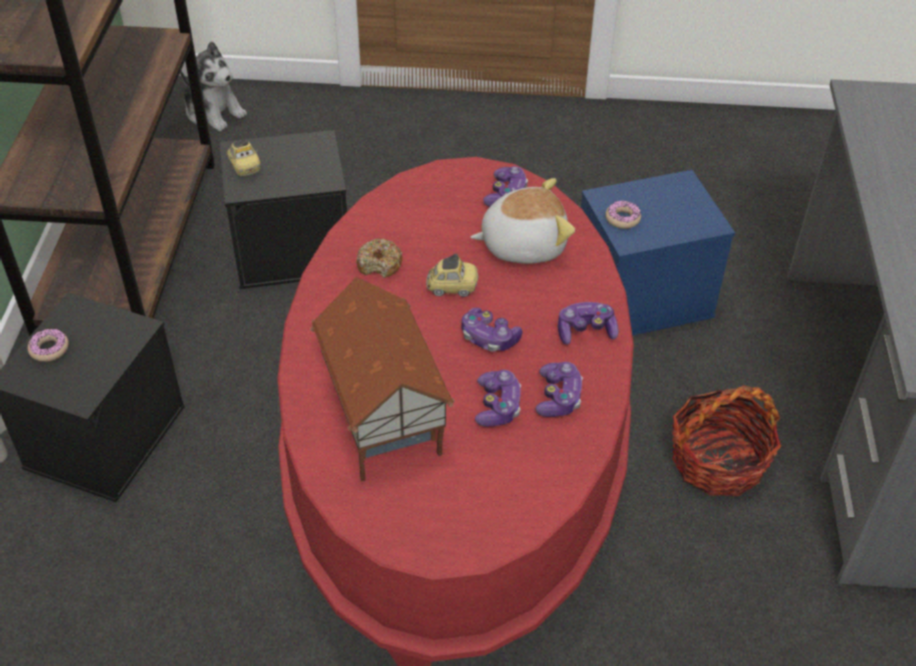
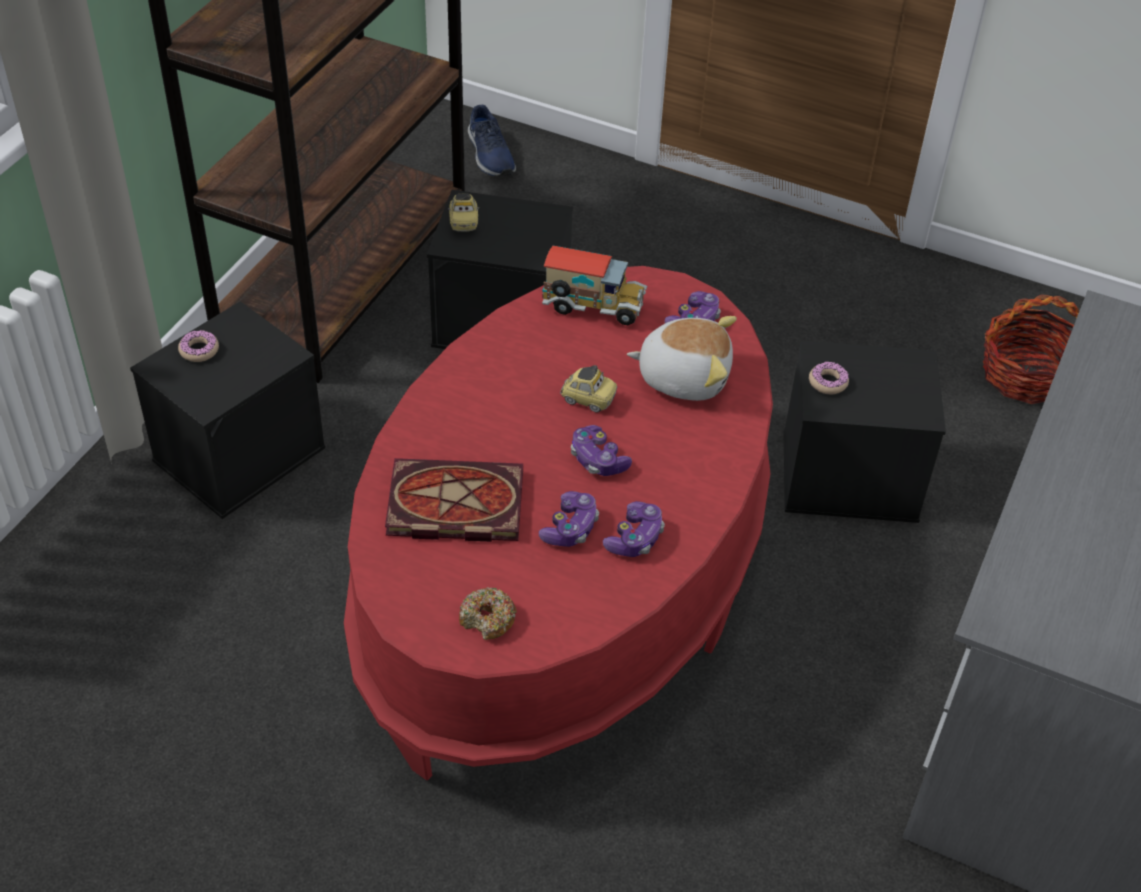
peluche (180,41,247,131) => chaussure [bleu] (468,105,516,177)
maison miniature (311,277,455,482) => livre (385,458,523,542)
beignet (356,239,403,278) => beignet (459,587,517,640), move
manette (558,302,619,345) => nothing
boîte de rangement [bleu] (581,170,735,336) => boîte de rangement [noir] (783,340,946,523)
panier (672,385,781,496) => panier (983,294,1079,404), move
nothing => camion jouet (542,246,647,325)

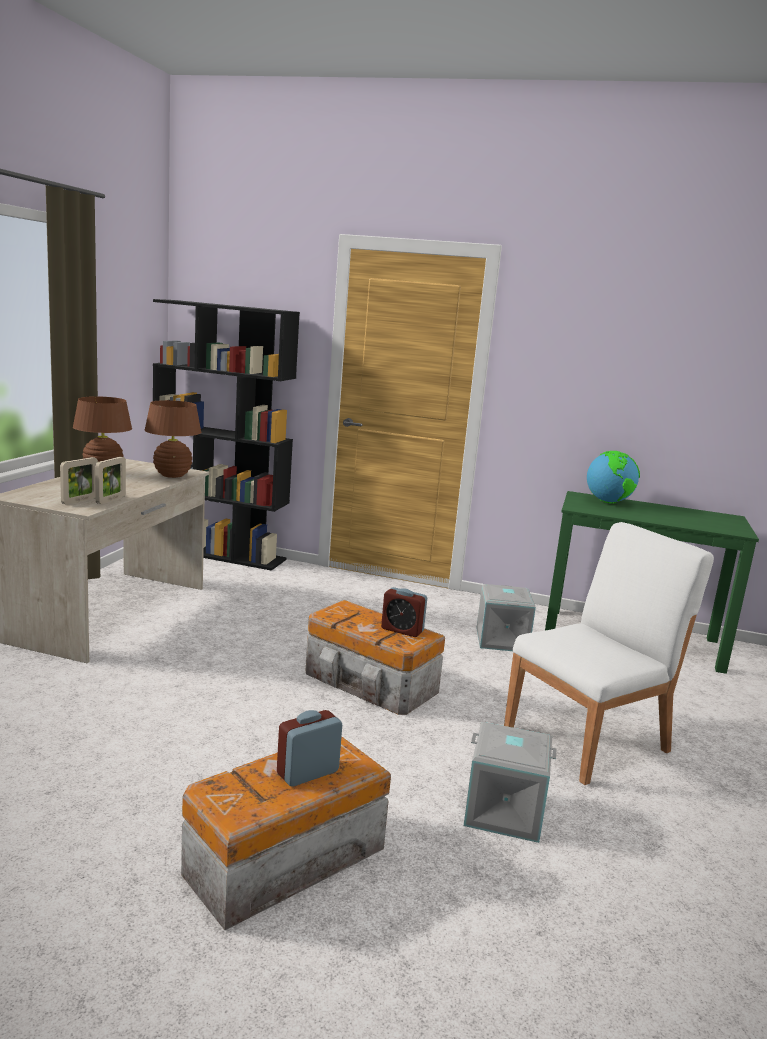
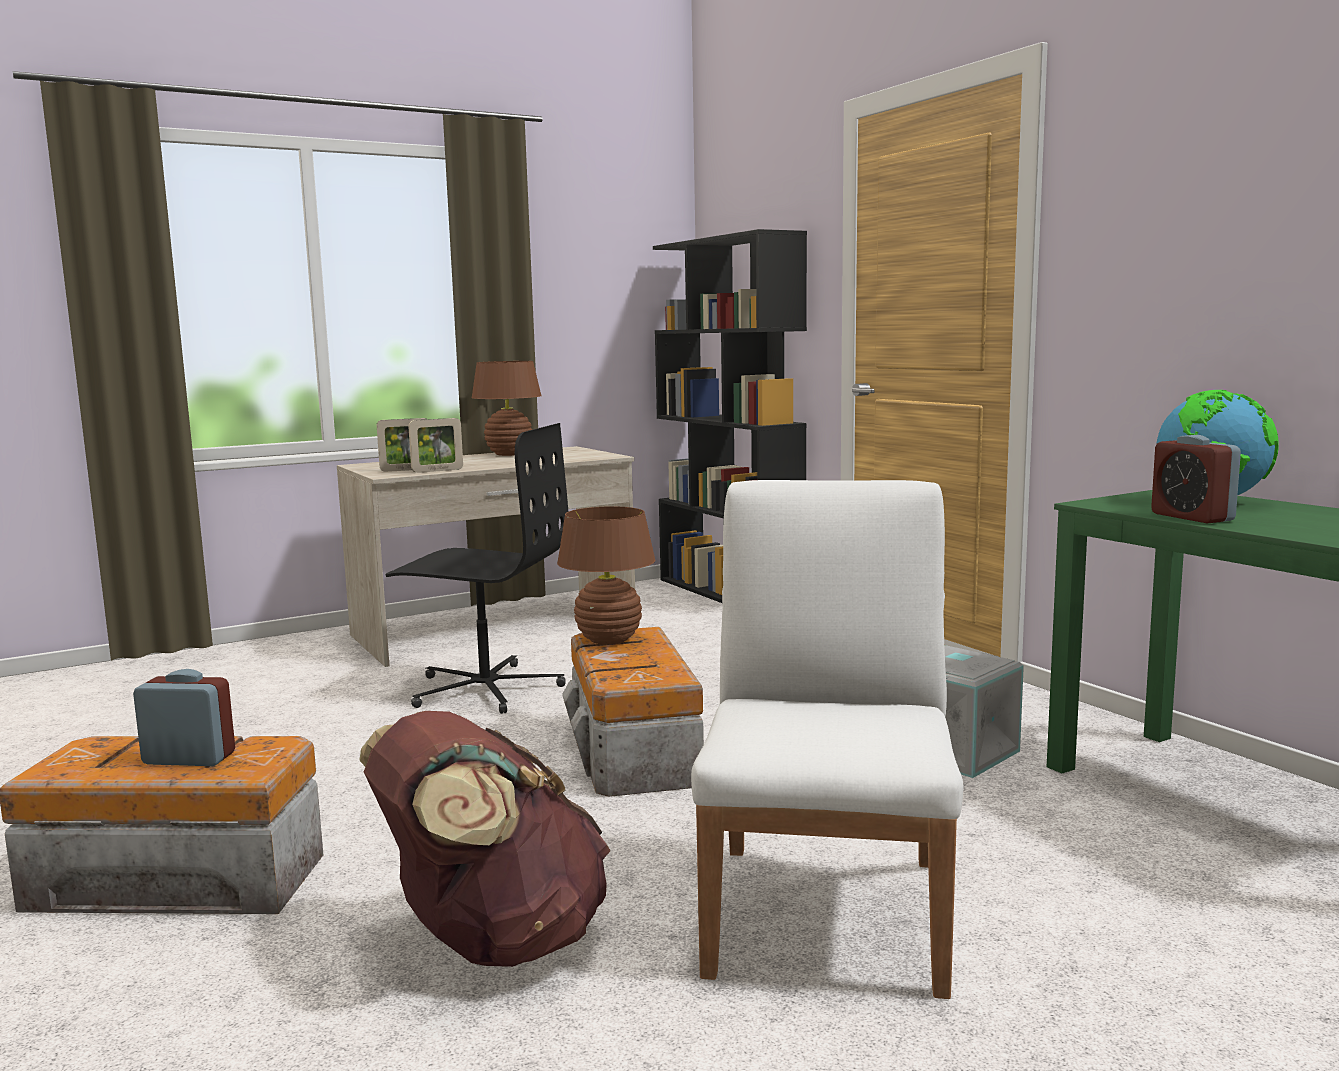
lampe de table [marron] (145,400,201,478) => lampe de table [marron] (557,507,655,645), move
réveil (381,587,427,637) => réveil (1151,435,1241,524), move
boîte de rangement [gris] (464,722,557,843) => sac à dos [marron] (359,711,611,967)
chaise [blanc] (504,522,714,785) => chaise [blanc] (691,480,963,999), 90 degrees counterclockwise
nothing => chaise de bureau [noir] (385,423,568,714)

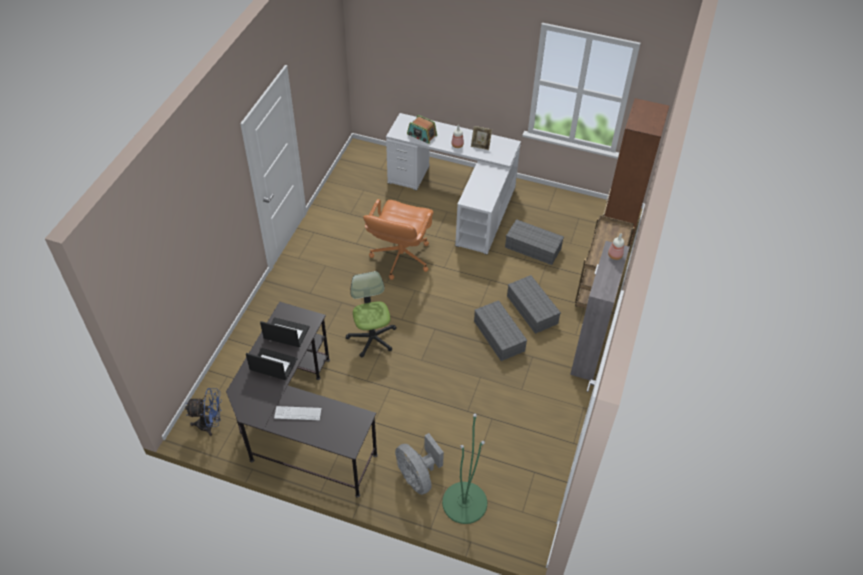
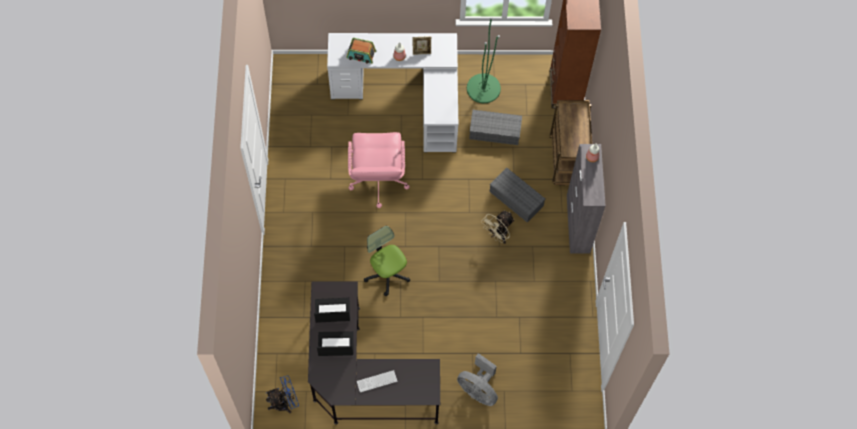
chaise de bureau [orange] (363,199,433,280) => chaise de bureau [rose] (348,132,409,208)
lampadaire [vert] (442,414,487,524) => lampadaire [vert] (467,17,501,103), move
boîte de rangement [gris] (474,300,527,361) => ventilateur [beige] (481,211,515,244)

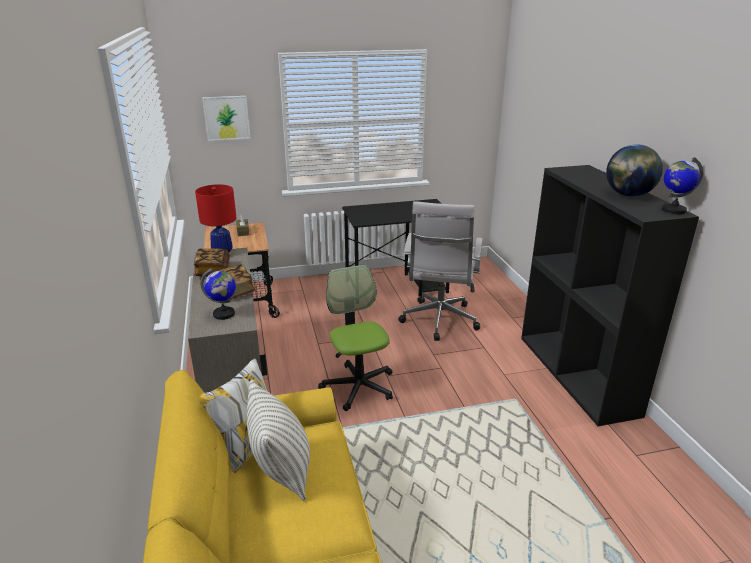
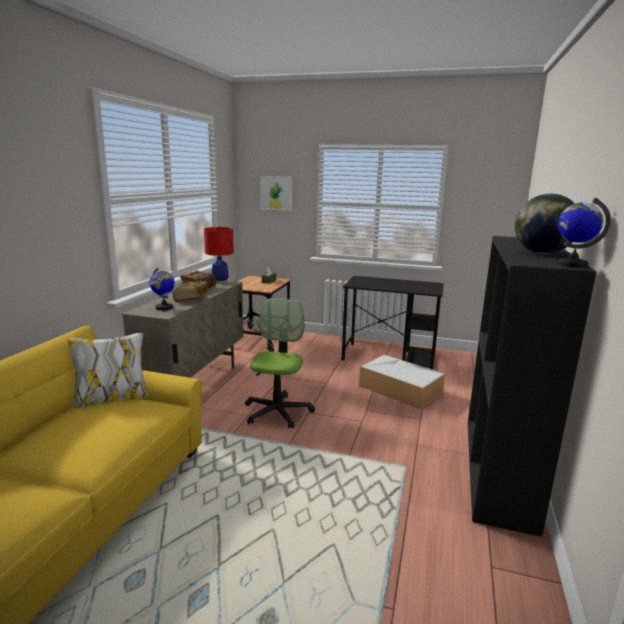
coussin (247,380,310,501) => nothing
chaise de bureau [blanc] (398,201,483,341) => boîte de rangement (359,355,445,410)

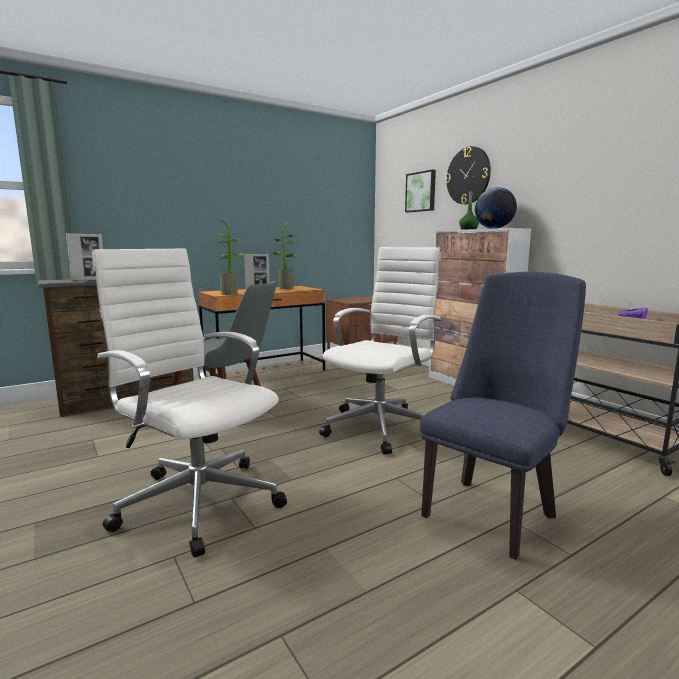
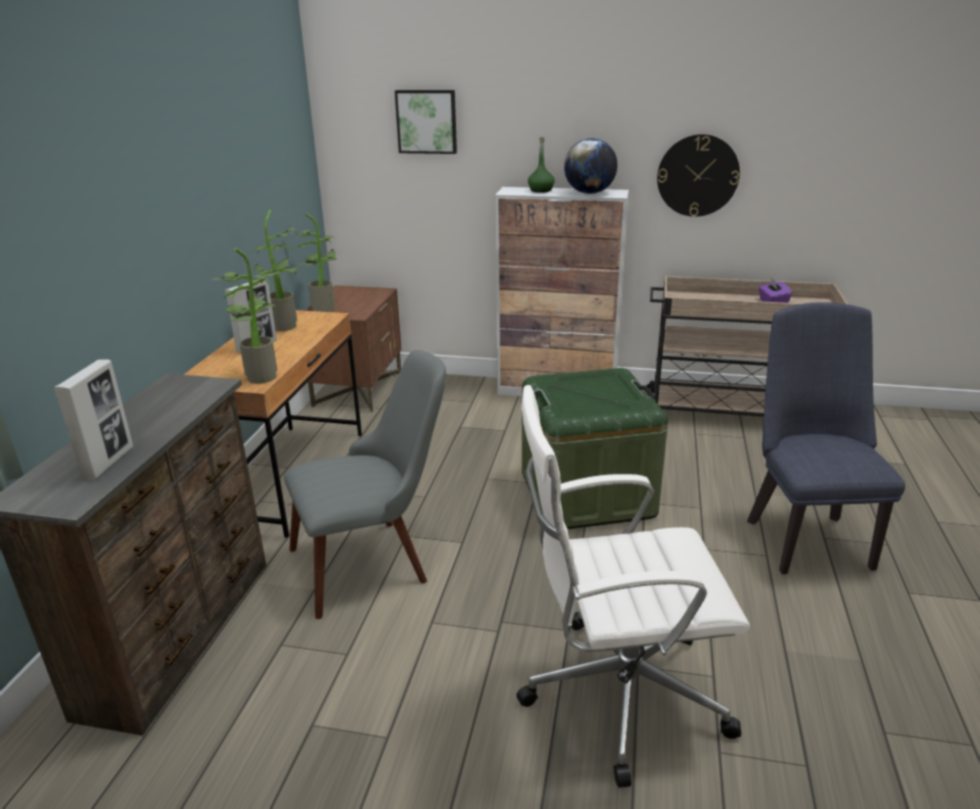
chaise de bureau [blanc] (319,247,441,455) => boîte de rangement [vert] (522,368,668,529)
horloge murale (446,146,491,204) => horloge murale (657,134,740,217), move
nothing => plante en pot (288,213,336,312)

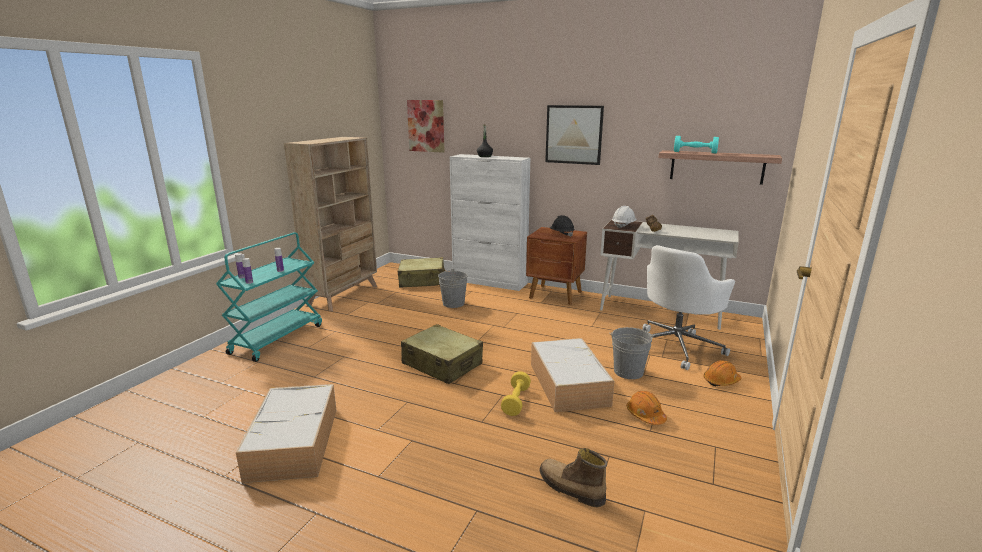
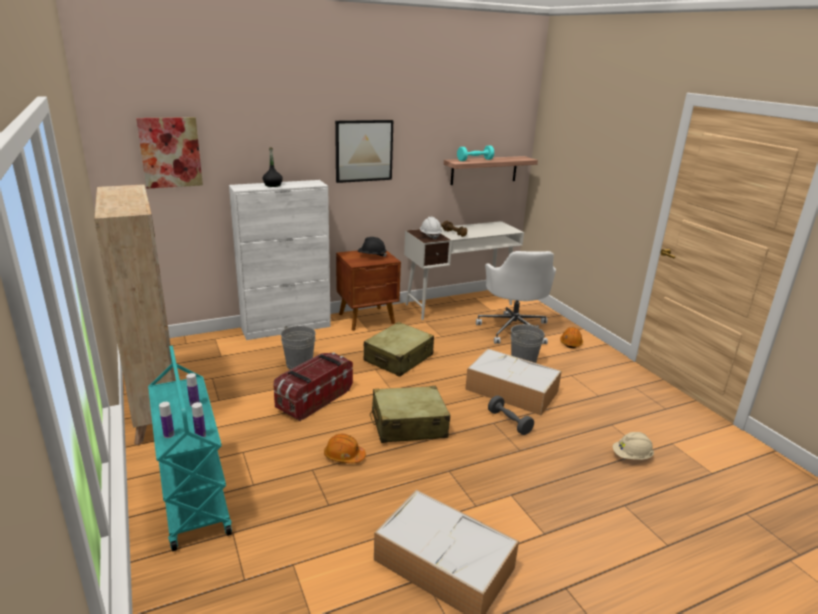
valise [beige] (398,257,445,288) => valise [beige] (363,322,434,377), move
haltère [jaune] (501,371,531,416) => haltère [gris] (488,395,534,435)
botte (539,448,607,507) => casque de chantier [beige] (613,432,654,460)
casque de chantier [orange] (627,391,667,425) => casque de chantier [orange] (324,434,366,463), move
nothing => boîte de rangement (274,352,353,421)

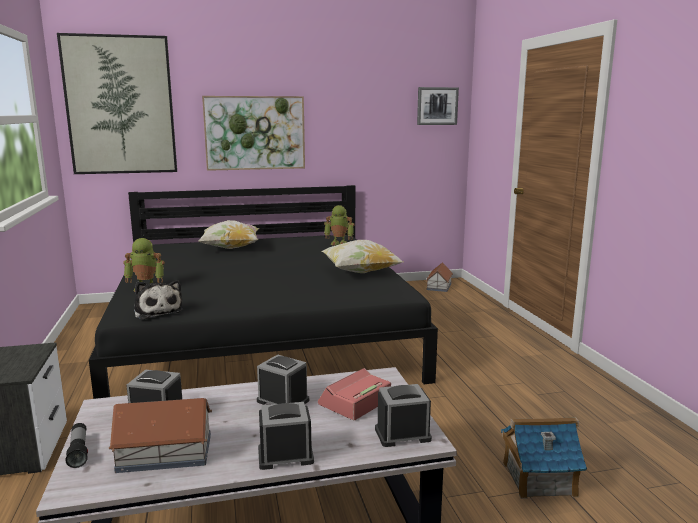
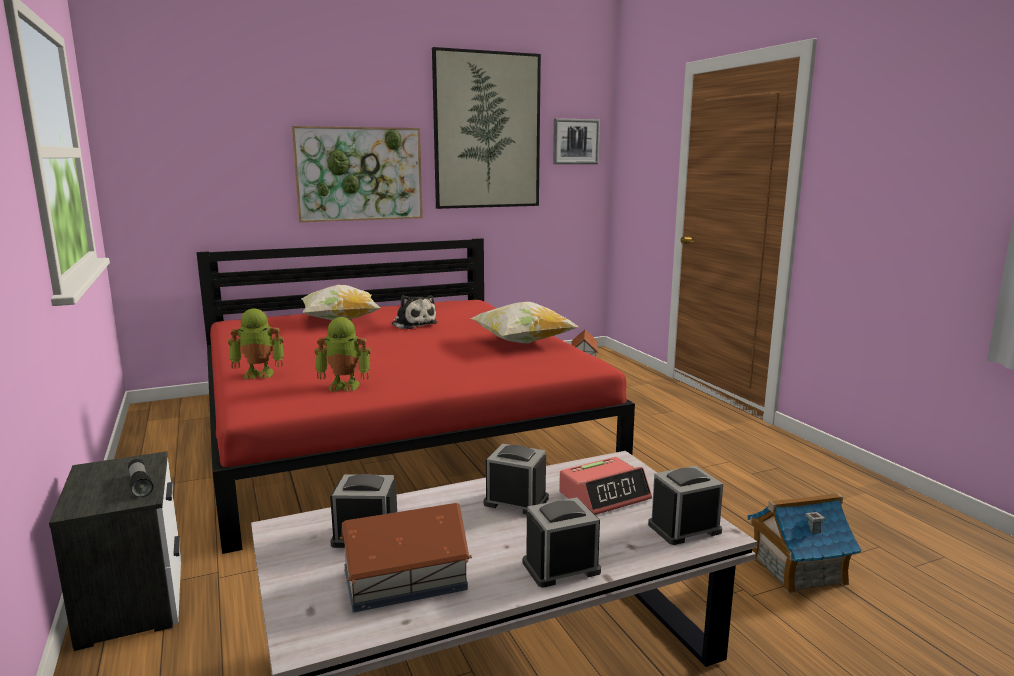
tableau (57,33,177,174) => tableau (432,47,541,209), move
lampe de poche (65,423,88,468) => lampe de poche (128,459,153,498), move
lit [noir] (89,185,438,399) => lit [rouge] (196,238,635,554)
peluche (134,280,183,319) => peluche (392,295,437,329), move
réveil (318,368,391,420) => réveil (559,457,652,515), 150 degrees counterclockwise
robot jouet (324,205,354,246) => robot jouet (315,317,371,392), move

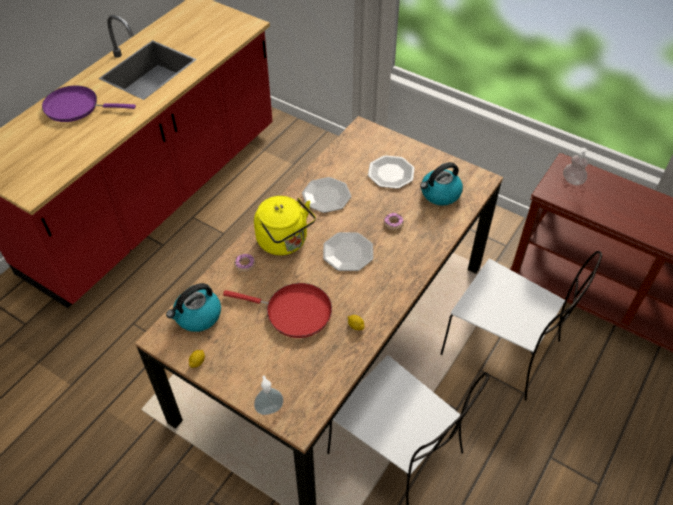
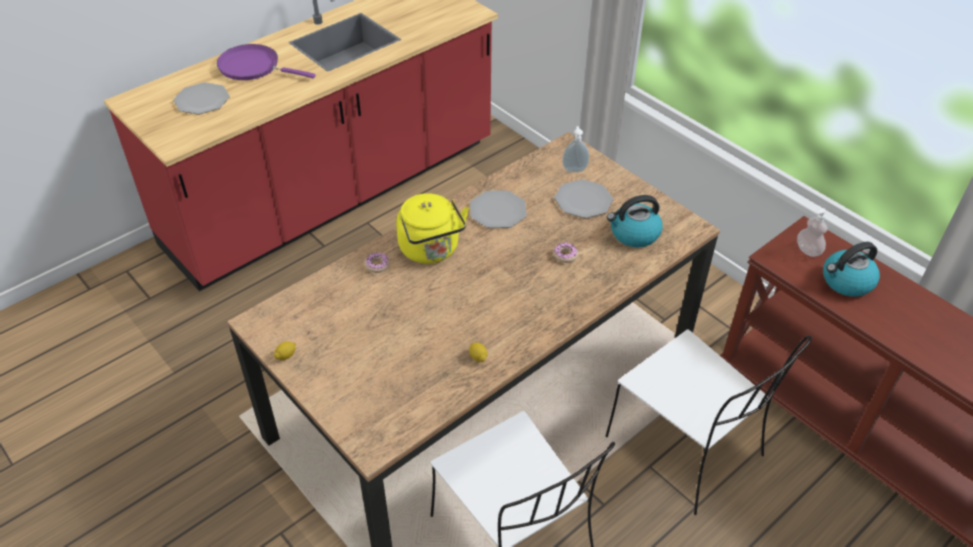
bouilloire (166,283,221,332) => bouilloire (823,242,880,297), move
poêle [rouge] (223,283,332,338) => nothing
distributeur de savon (254,375,284,415) => distributeur de savon (562,126,589,172), move
assiette (323,232,373,271) => assiette (173,82,230,115), move

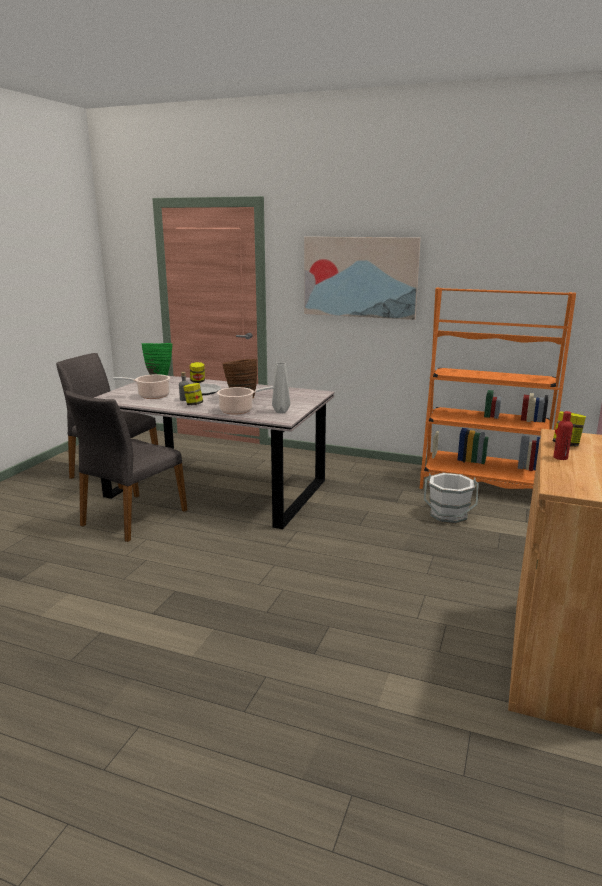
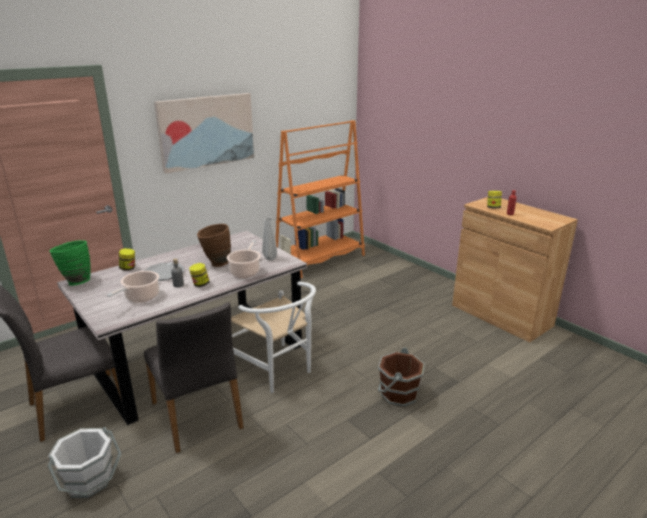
seau [blanc] (424,473,479,523) => seau [blanc] (48,427,122,498), move
nothing => chaise [blanc] (231,282,316,393)
nothing => seau [marron] (377,348,425,407)

